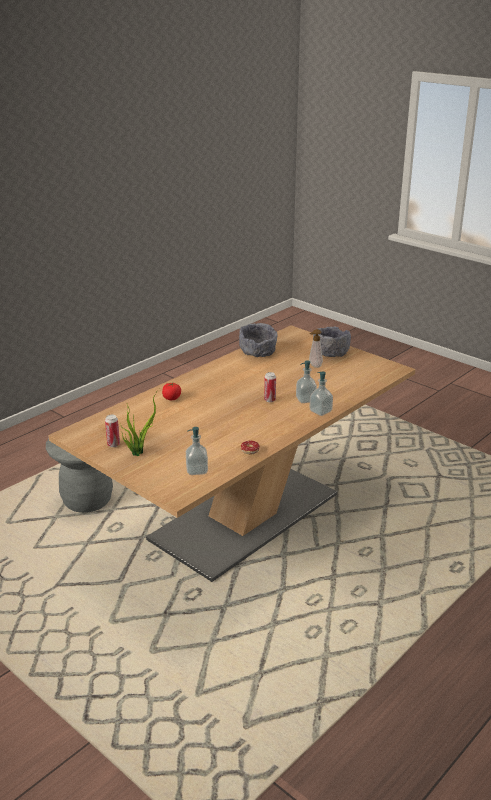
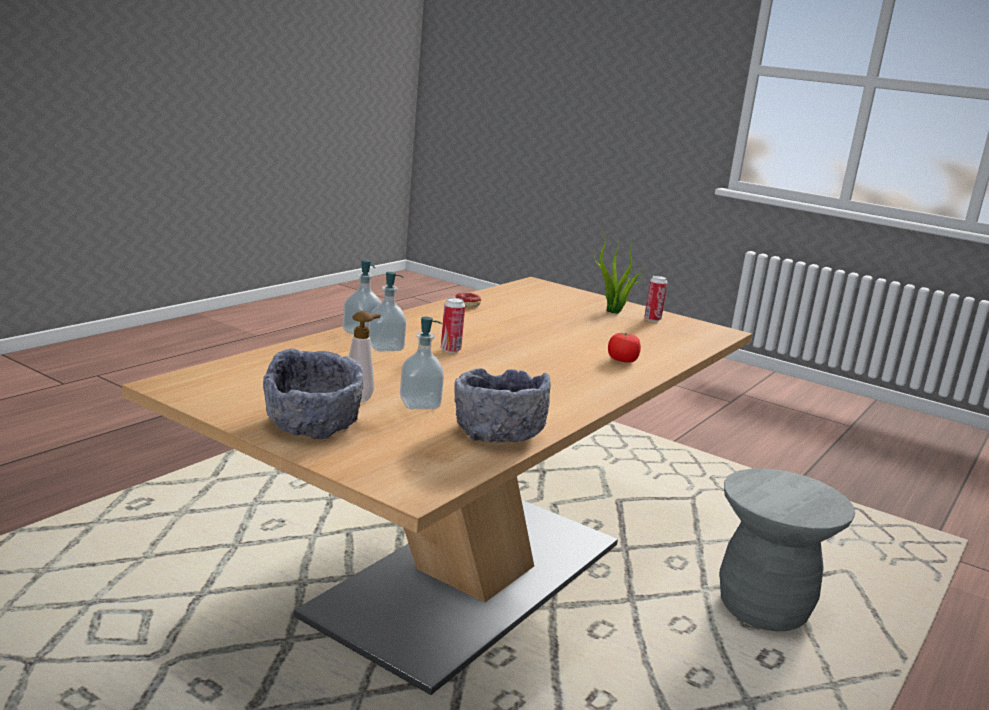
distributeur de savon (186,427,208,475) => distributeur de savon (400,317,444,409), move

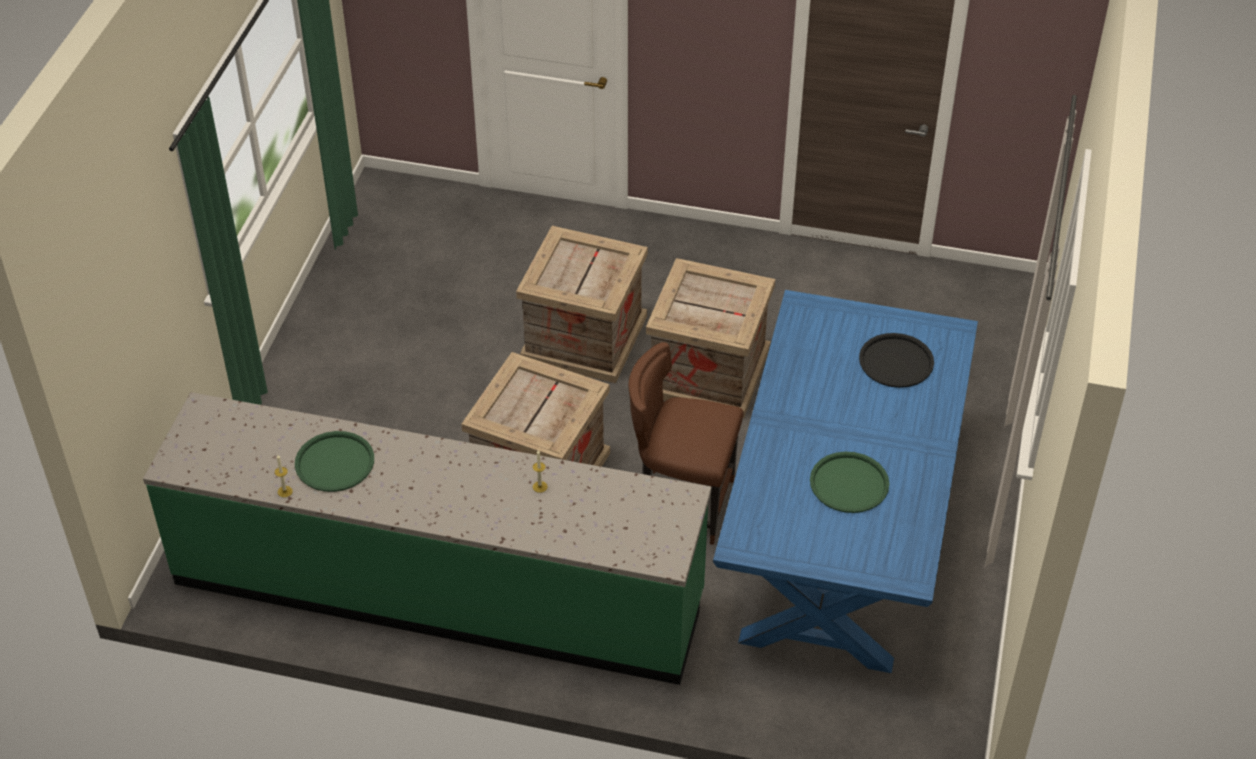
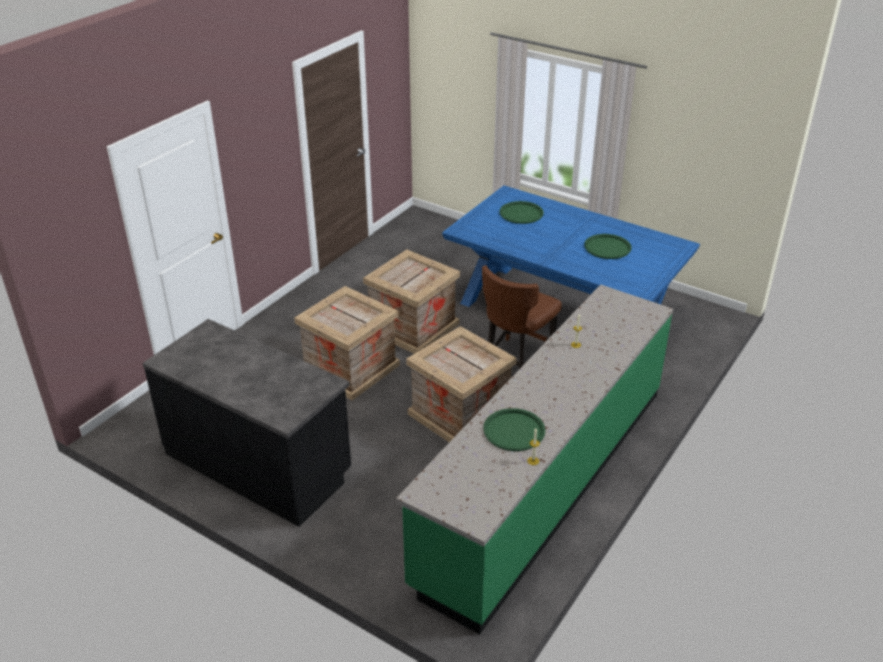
plateau [noir] (859,333,934,388) => plateau [vert] (500,201,544,224)
nothing => comptoir de cuisine [noir] (143,319,351,527)

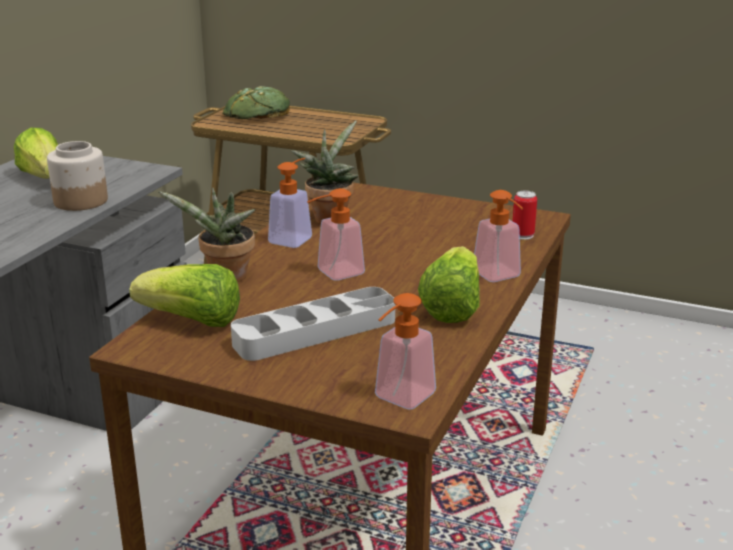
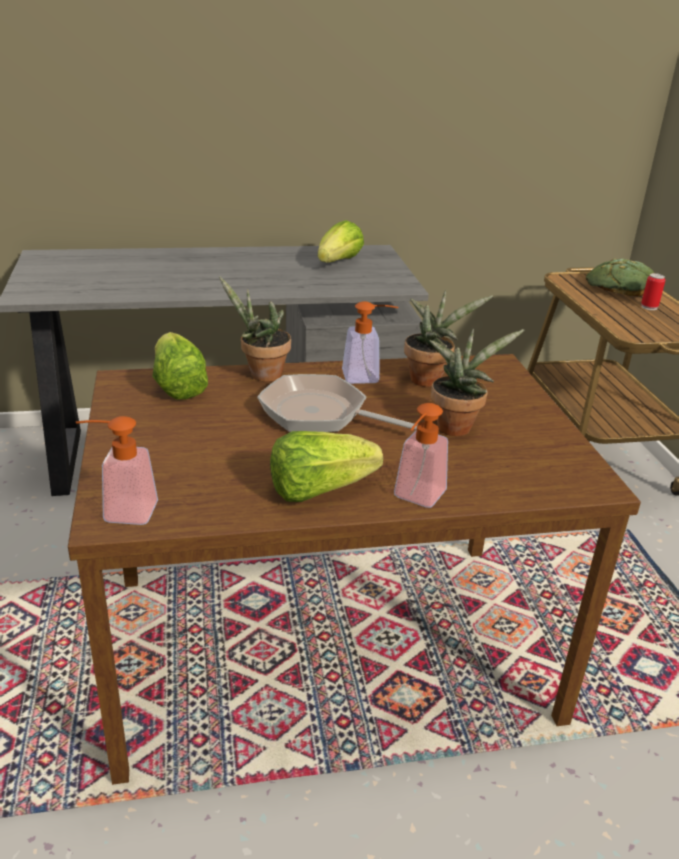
bocal (47,141,108,211) => nothing
plateau [gris] (231,287,395,361) => nothing
distributeur de savon (307,188,365,281) => poêle (257,374,417,432)
boîte métallique (513,191,537,240) => boîte métallique (641,273,665,310), move
nothing => plante en pot (429,328,524,436)

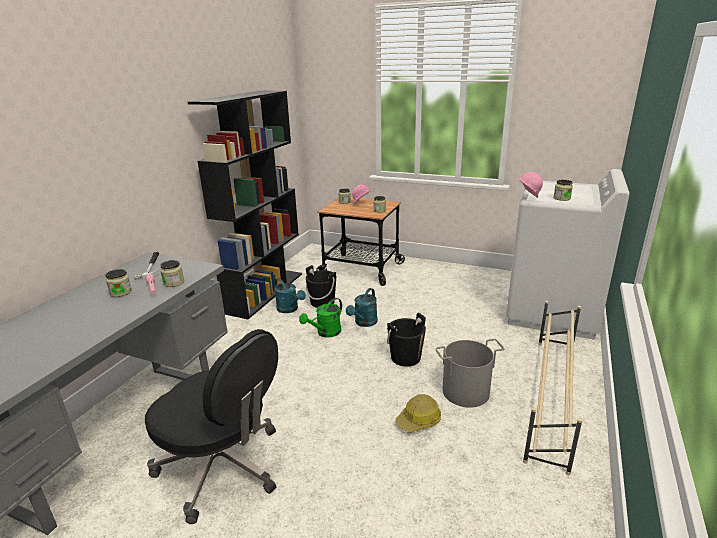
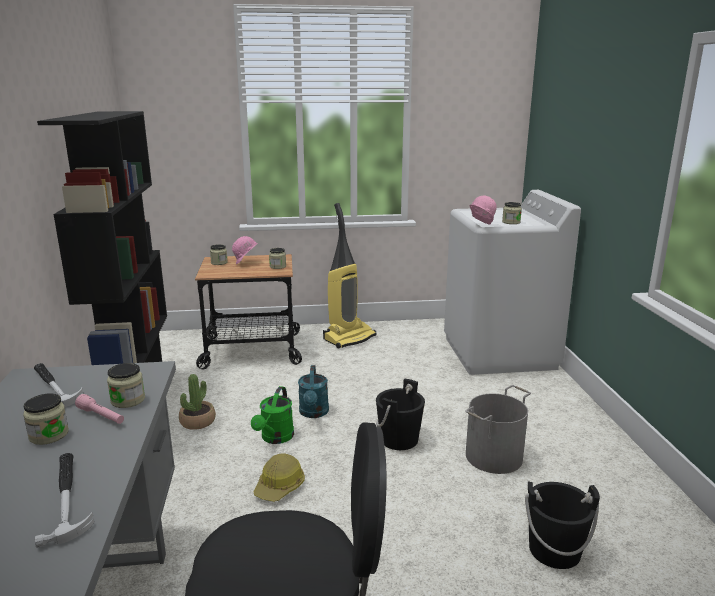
arrosoir [turquoise] (274,278,306,313) => plante en pot (179,374,216,430)
seau [noir] (306,265,336,308) => seau [noir] (525,481,600,569), move
casque de chantier (395,394,441,433) => casque de chantier (254,453,305,502), move
étagère à chaussures [beige] (523,301,582,475) => nothing
nothing => marteau (35,453,94,548)
nothing => aspirateur (323,203,377,349)

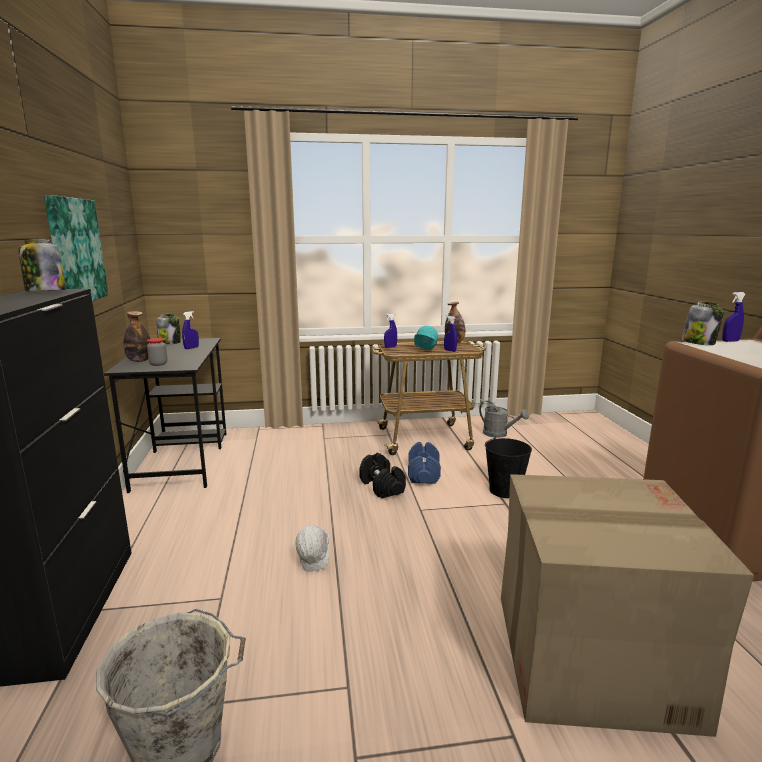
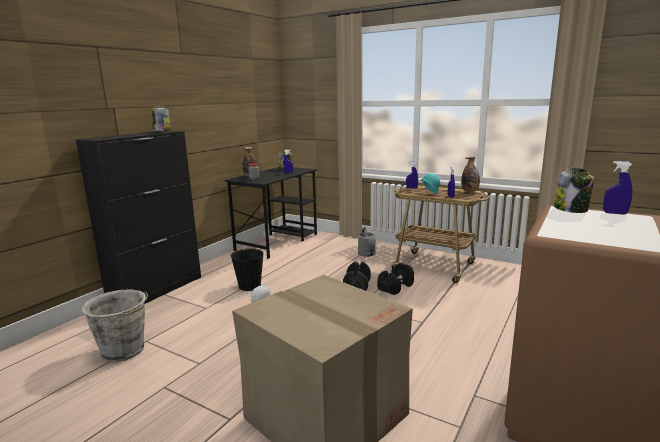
tableau (44,195,108,301) => nothing
haltère [bleu] (408,442,441,484) => haltère [noir] (377,263,414,295)
arrosoir [gris] (479,401,529,438) => arrosoir [gris] (358,228,376,257), move
seau [noir] (485,437,532,498) => seau [noir] (230,247,264,291), move

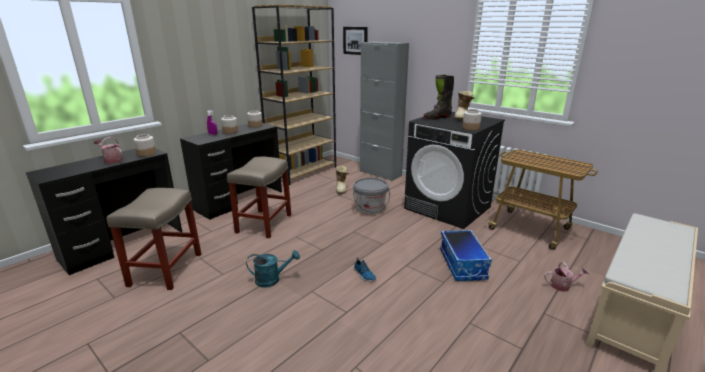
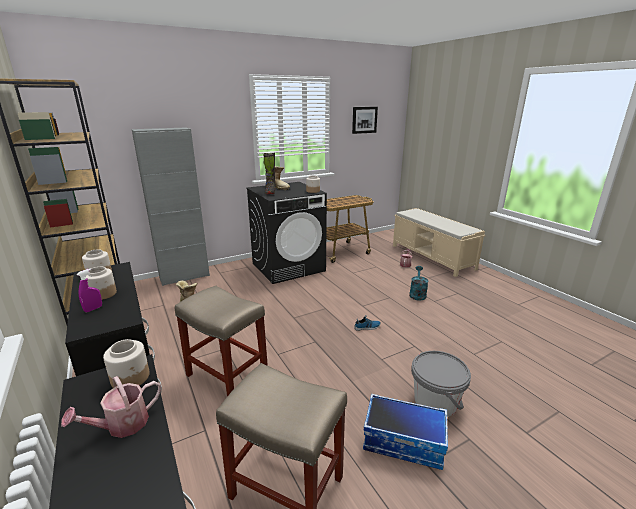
arrosoir [turquoise] (246,250,300,288) => arrosoir [turquoise] (409,266,428,301), move
tableau (343,27,368,55) => tableau (352,107,378,134), move
seau [gris] (353,178,390,215) => seau [gris] (411,351,471,417), move
boîte de rangement (440,230,492,281) => boîte de rangement (363,393,448,470), move

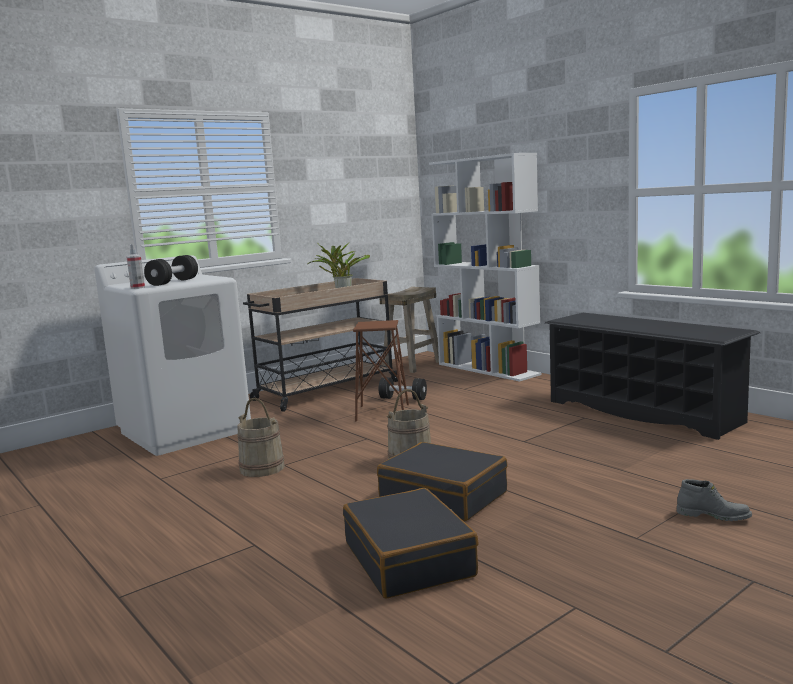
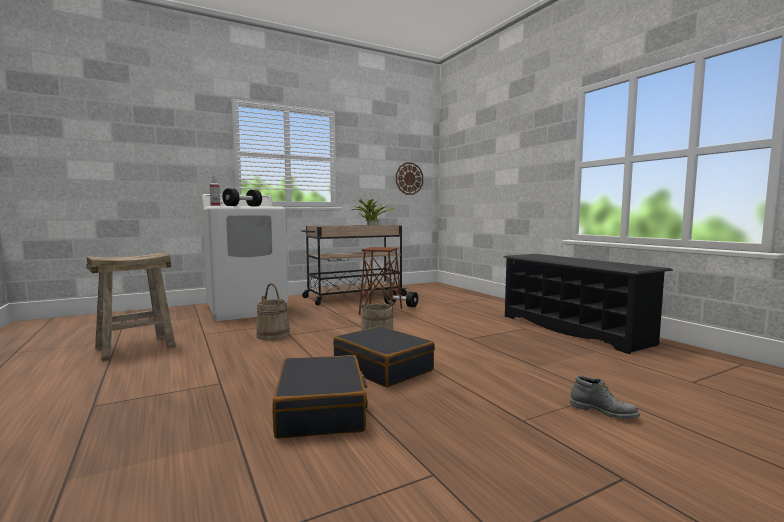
tabouret [beige] (380,287,439,373) => tabouret [beige] (86,253,176,361), move
bibliothèque [blanc] (429,153,541,382) => nothing
nothing => horloge murale (396,162,423,195)

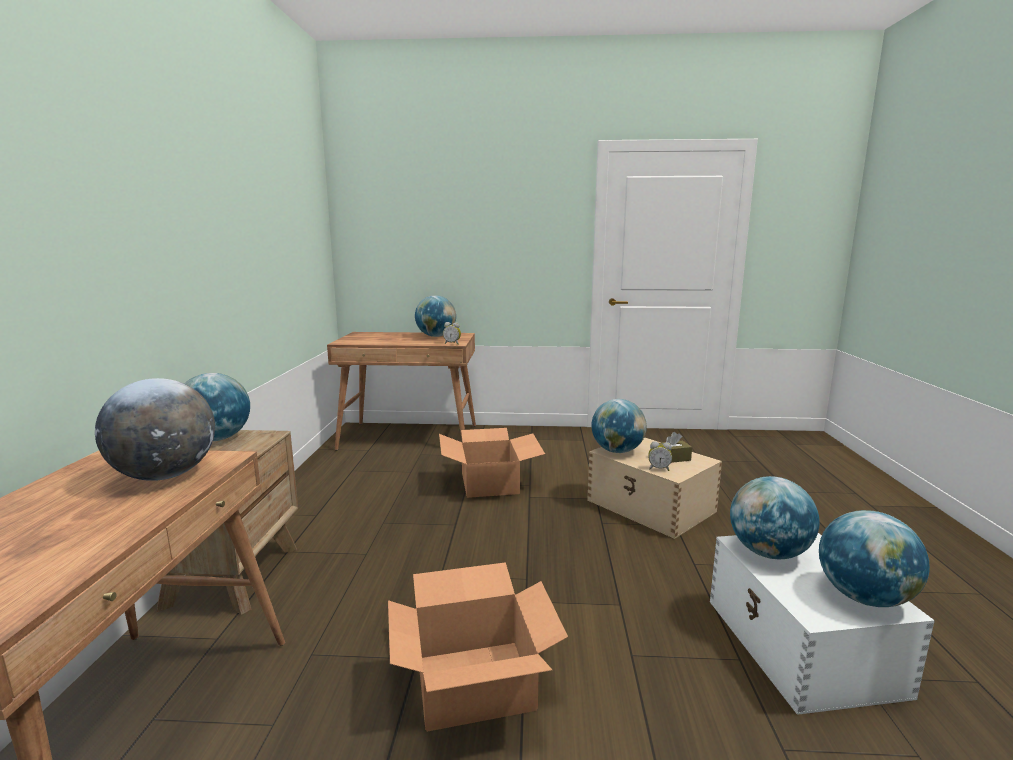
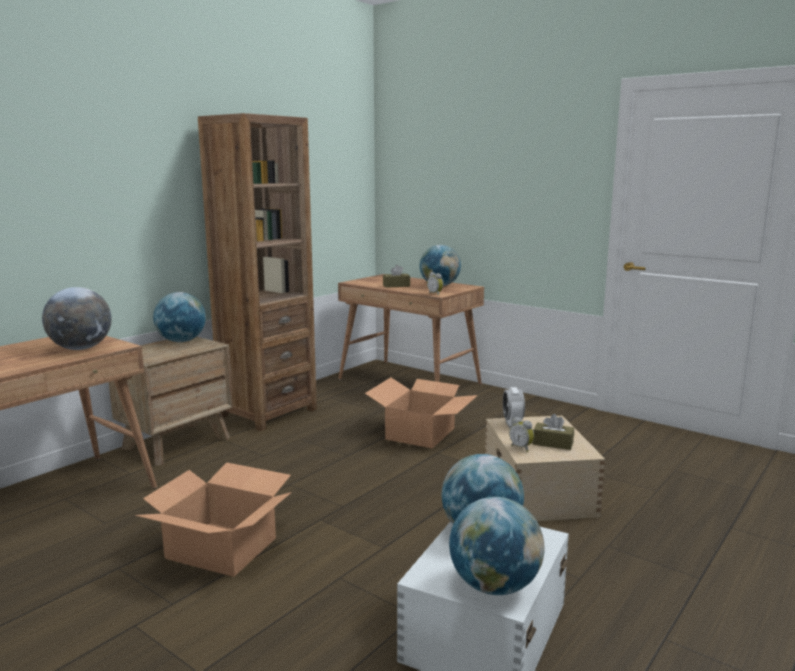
globe (591,399,647,453) => réveil (503,387,525,428)
nothing => bibliothèque [marron] (198,113,317,431)
nothing => boîte à mouchoirs [marron] (383,265,410,288)

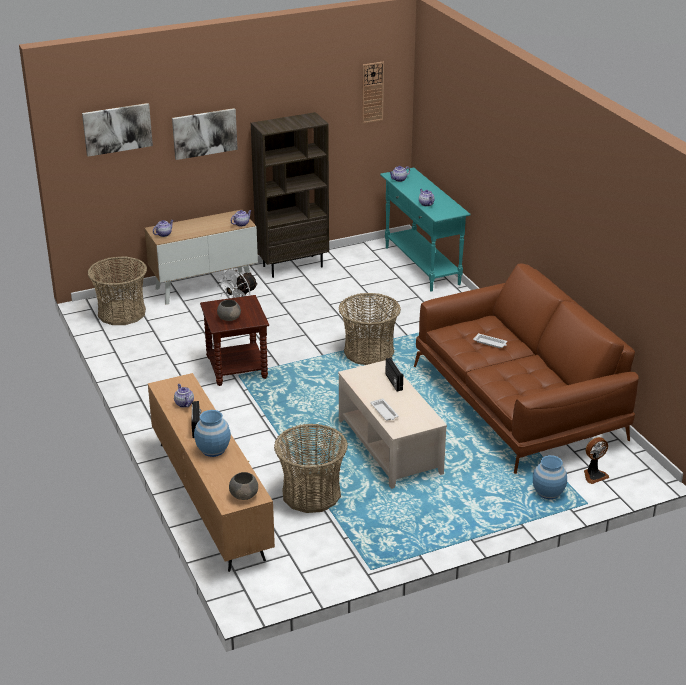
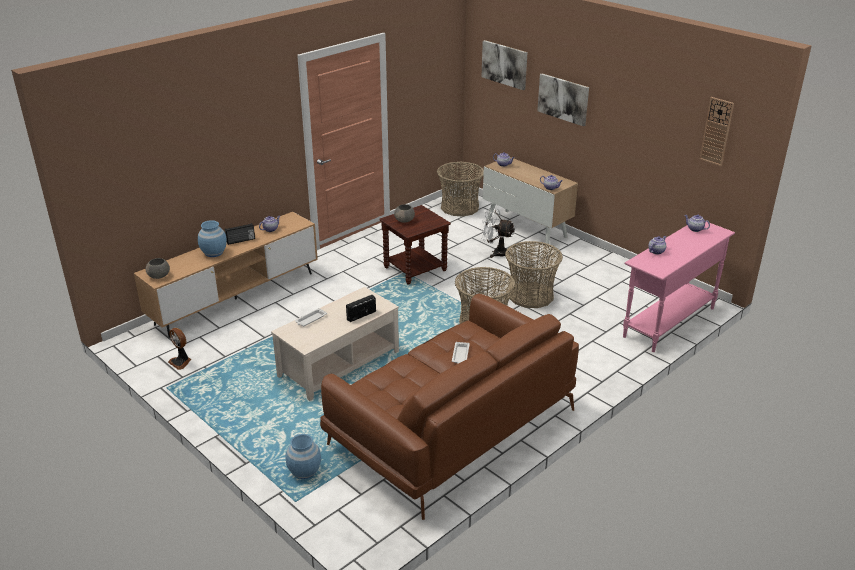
bibliothèque [marron] (251,112,329,278) => nothing
panier (274,424,348,513) => panier (505,241,563,308), move
table console [turquoise] (380,168,471,291) => table console [rose] (623,222,735,352)
ventilateur (584,437,609,484) => ventilateur (168,328,191,370), move

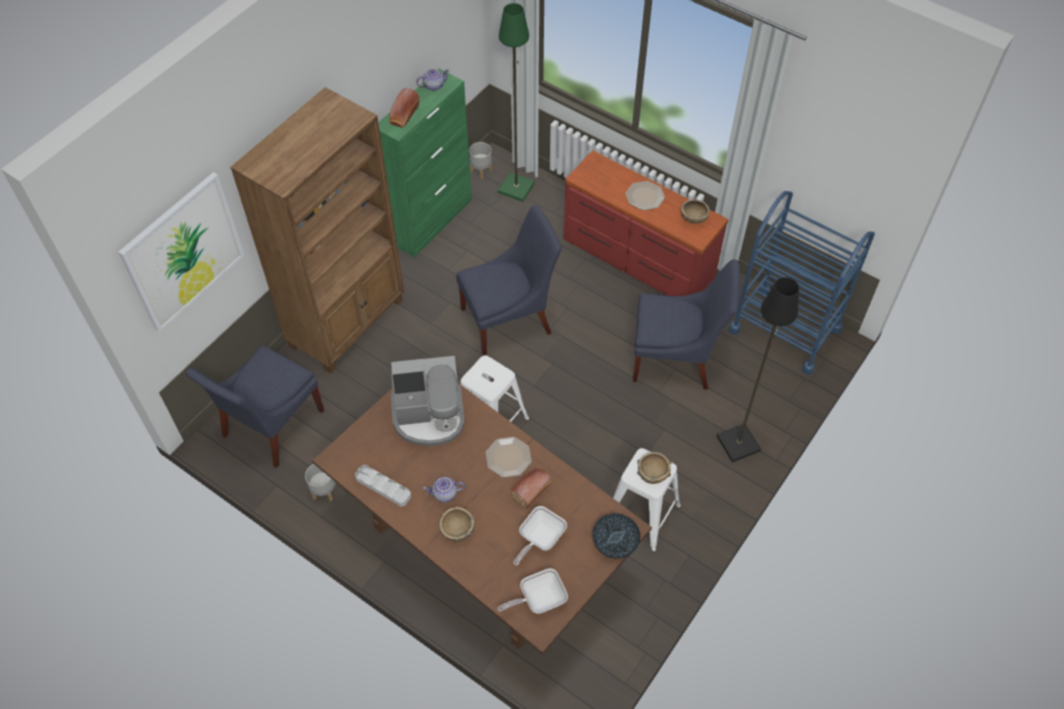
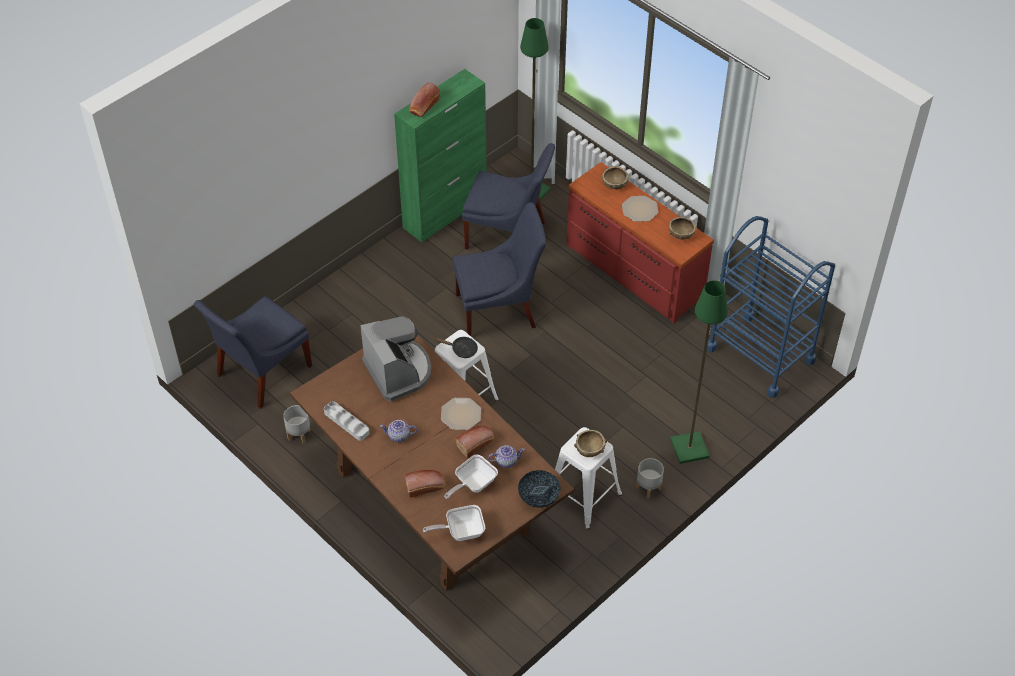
tableau (118,172,245,332) => nothing
bibliothèque [marron] (230,87,404,374) => nothing
machine à café (391,356,464,446) => machine à café (361,317,431,401), 120 degrees counterclockwise
théière (416,69,450,91) => théière (488,445,525,468), move
bol [marron] (439,506,475,543) => bol [marron] (602,166,629,189), move
cache-pot [gris] (469,142,492,179) => cache-pot [gris] (636,458,664,499), move
chaise [bleu] (633,260,740,390) => chaise [bleu] (462,143,555,250), move
lampadaire [noir] (717,277,799,462) => lampadaire [vert] (670,280,728,464)
nothing => pain (404,470,445,498)
nothing => poêle [noir] (434,337,478,358)

